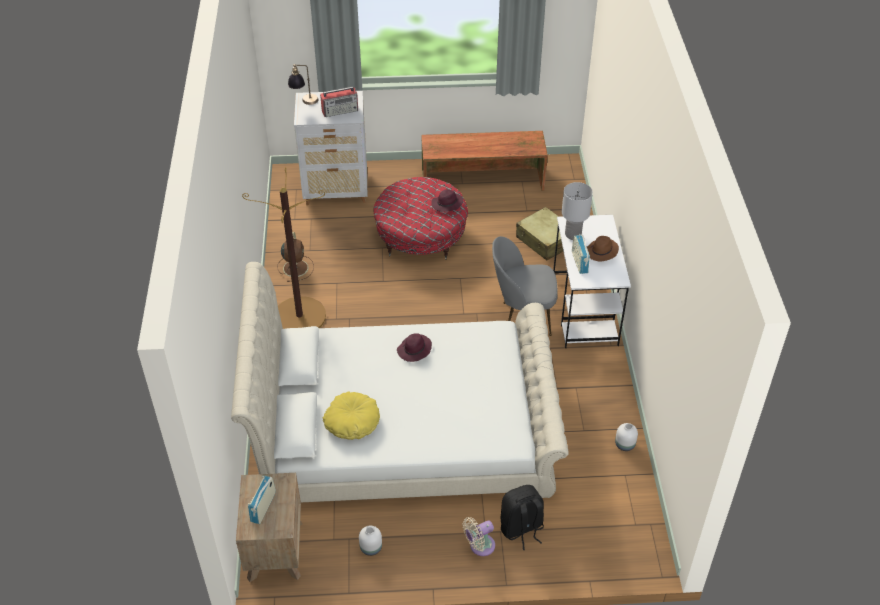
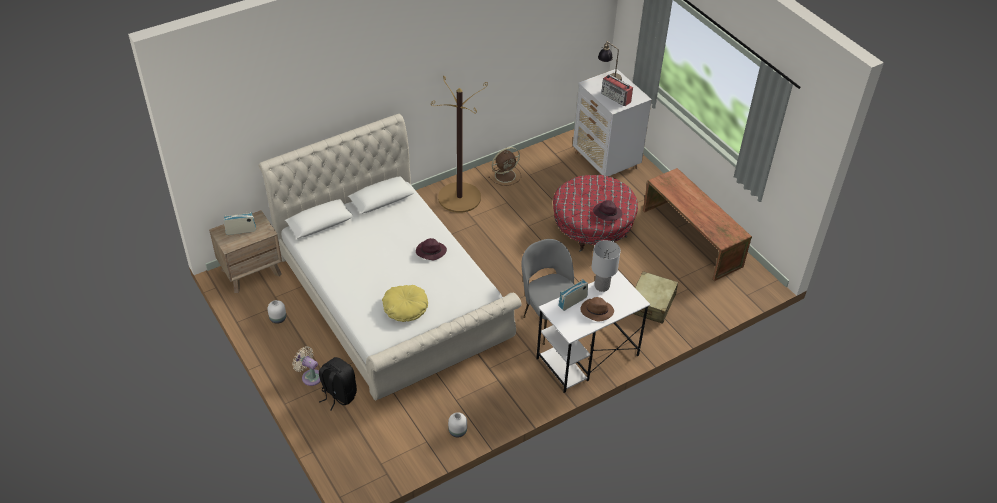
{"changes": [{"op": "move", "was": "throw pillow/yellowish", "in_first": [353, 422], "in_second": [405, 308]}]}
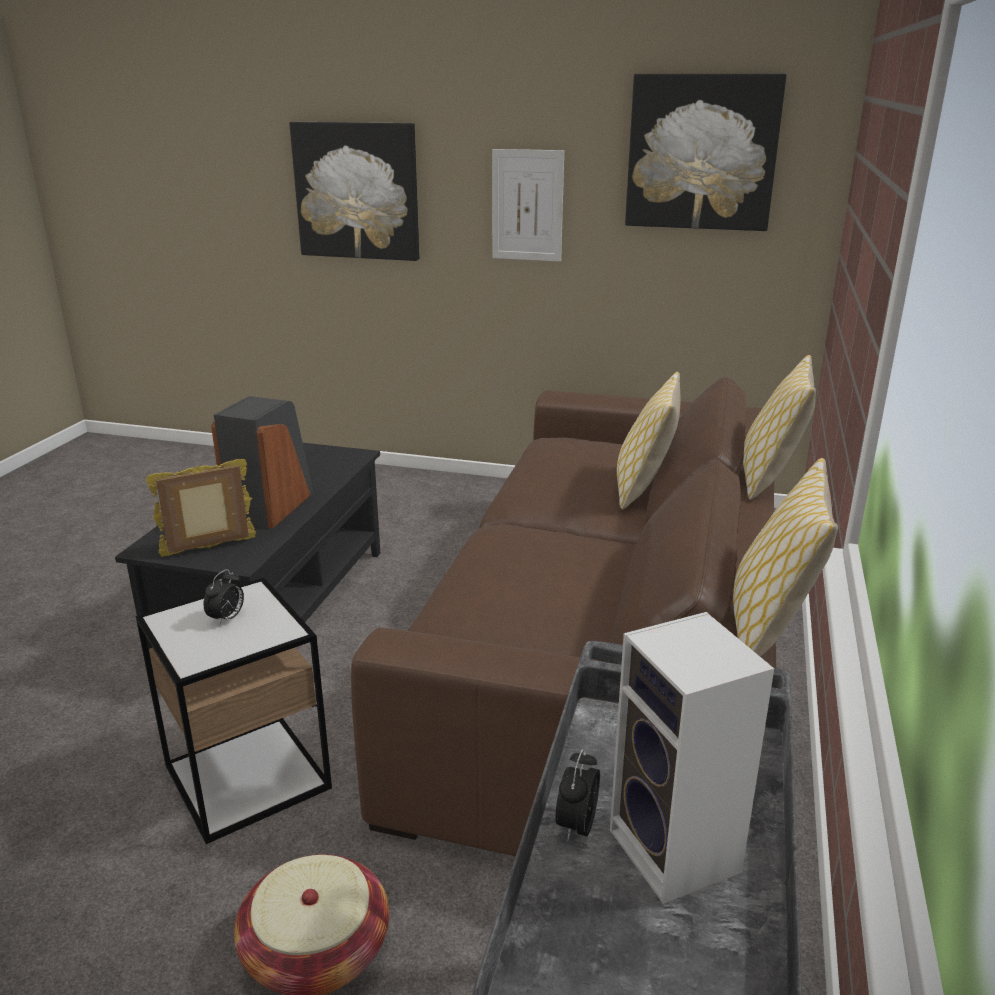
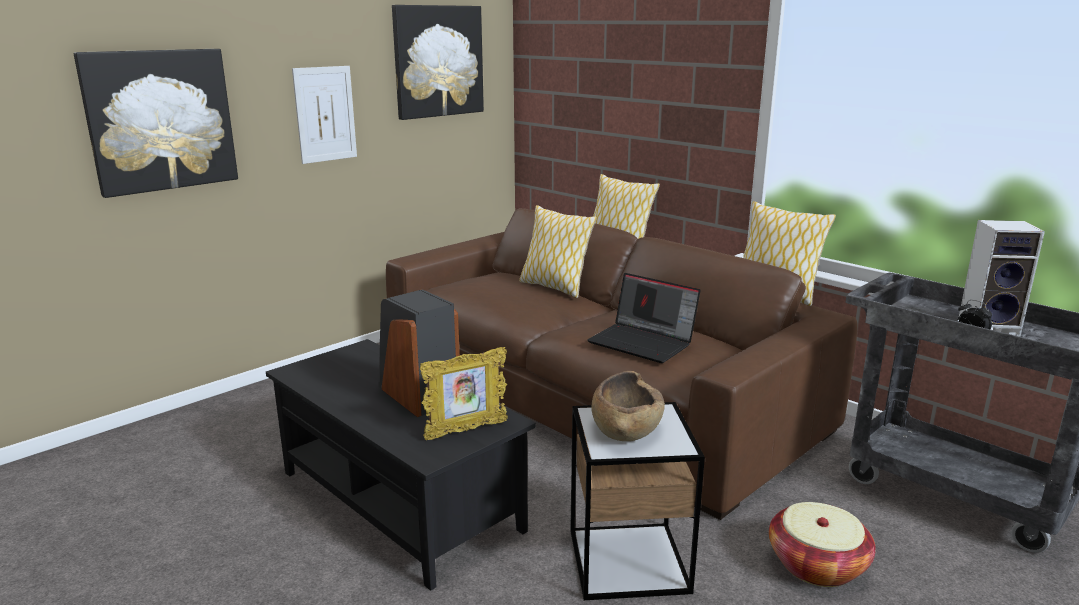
{"changes": [{"op": "insert", "now": "portable computer", "in_second": [643, 342]}, {"op": "replace", "was": "alarm clock", "now": "serving bowl/brown", "in_first": [227, 618], "in_second": [626, 427]}, {"op": "rotate", "was": "photo frame", "in_first": [209, 548], "in_second": [466, 430], "clockwise": -120}]}
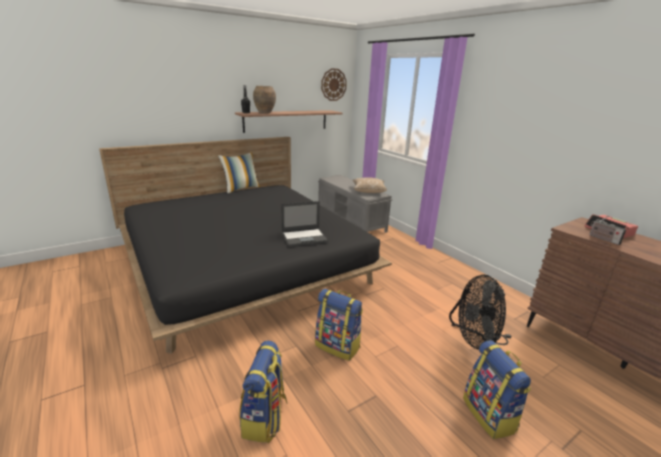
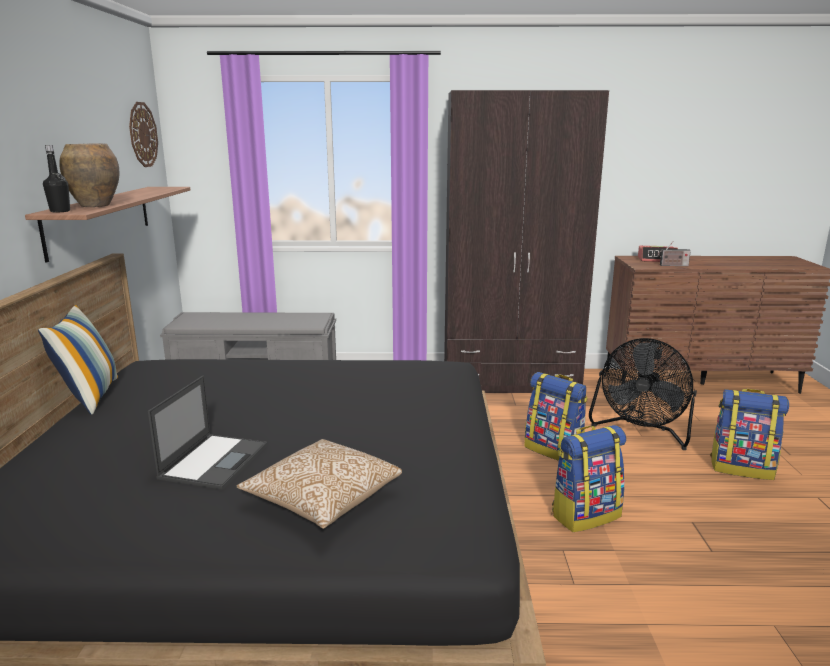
{"changes": [{"op": "insert", "now": "clothes cupboard/brown", "in_second": [510, 381]}, {"op": "move", "was": "backpack", "in_first": [265, 418], "in_second": [554, 450]}, {"op": "move", "was": "portable computer", "in_first": [304, 237], "in_second": [215, 461]}, {"op": "move", "was": "throw pillow", "in_first": [368, 191], "in_second": [323, 499]}]}
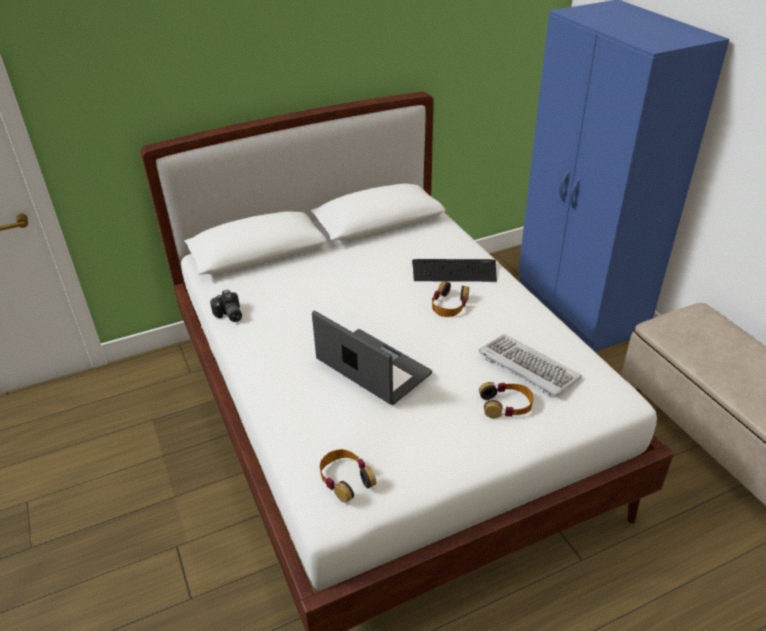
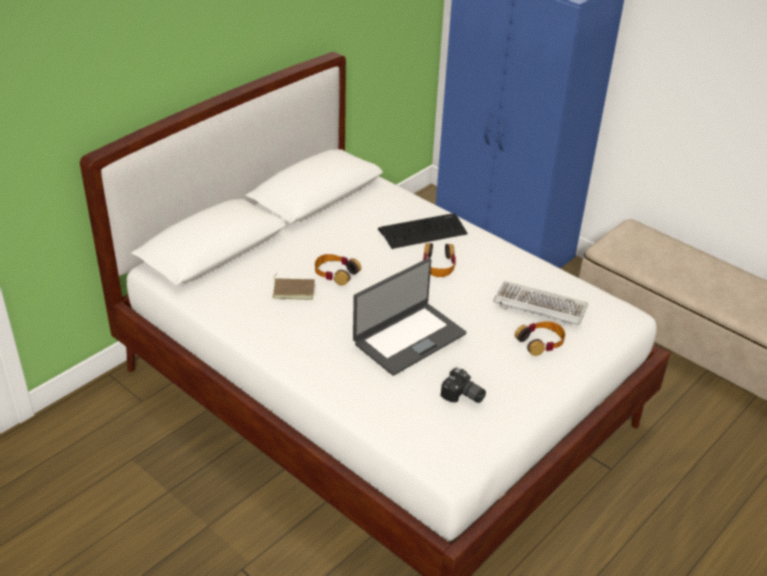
{"changes": [{"op": "insert", "now": "book/brown", "in_second": [294, 290]}, {"op": "move", "was": "still camera", "in_first": [228, 315], "in_second": [462, 396]}, {"op": "move", "was": "pair of headphones", "in_first": [345, 479], "in_second": [335, 273]}, {"op": "rotate", "was": "portable computer", "in_first": [372, 368], "in_second": [408, 338], "clockwise": 120}]}
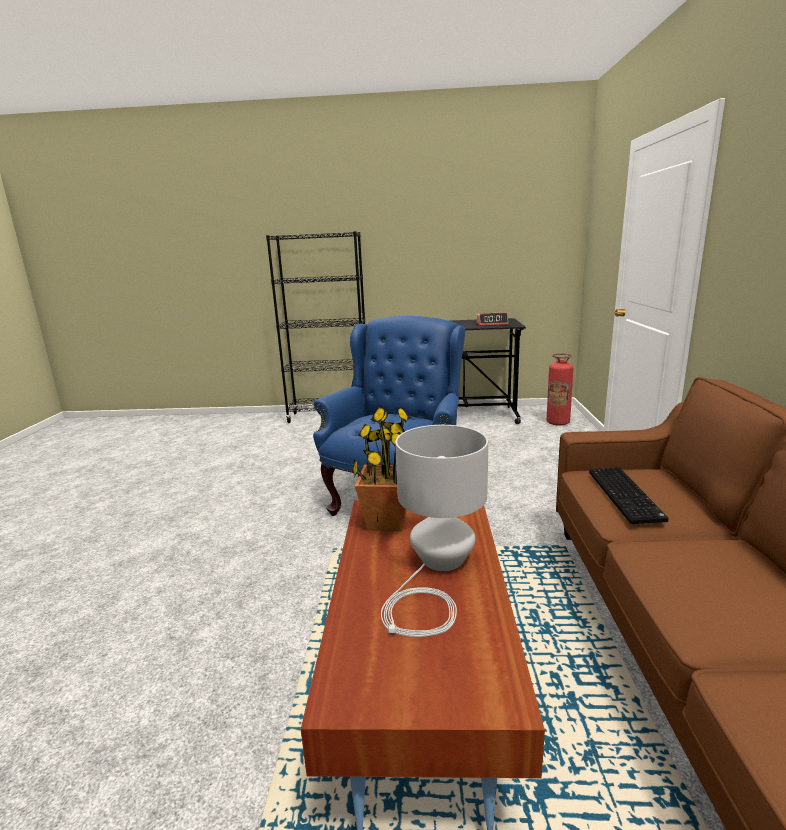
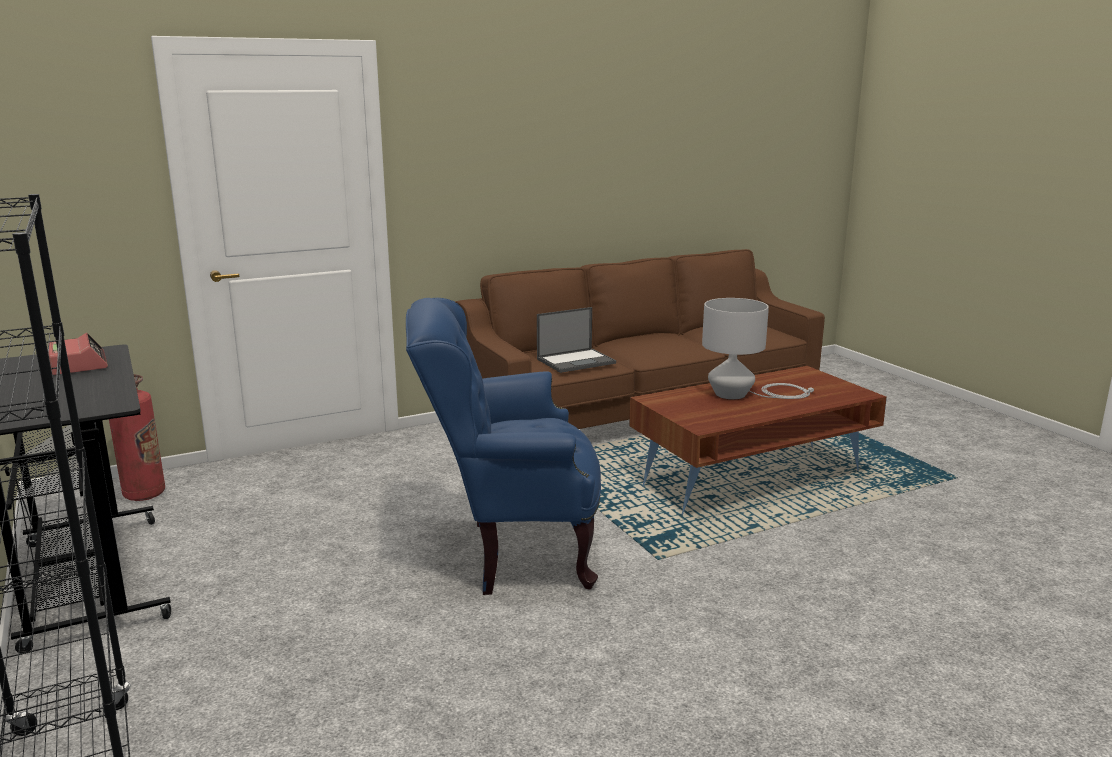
{"changes": [{"op": "delete", "was": "potted plant", "in_first": [386, 521]}, {"op": "replace", "was": "keyboard", "now": "portable computer", "in_first": [626, 496], "in_second": [576, 361]}]}
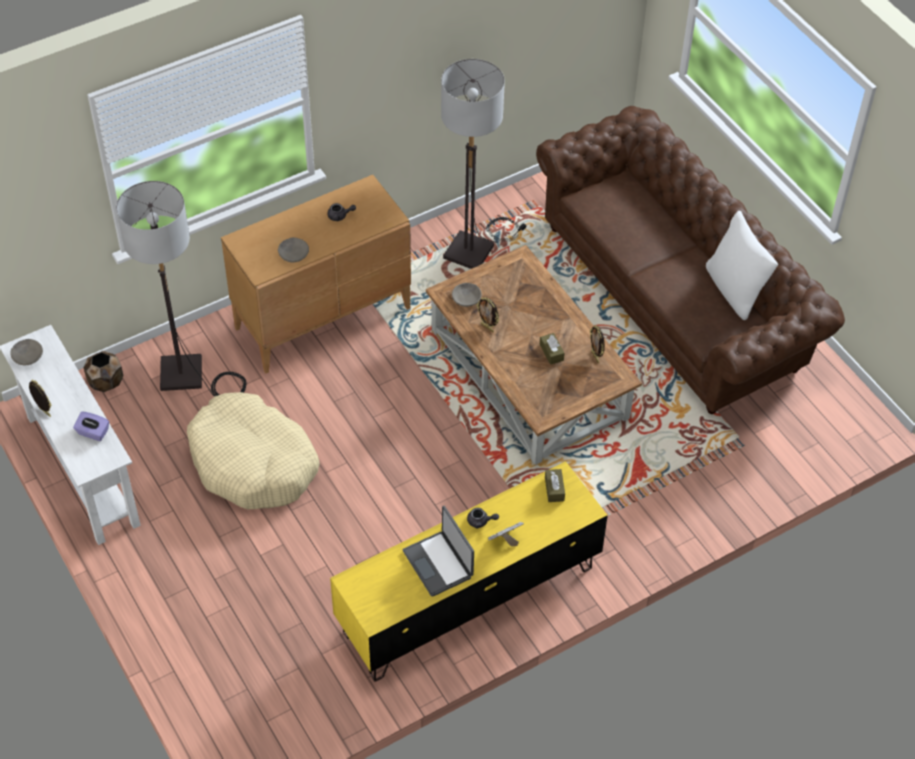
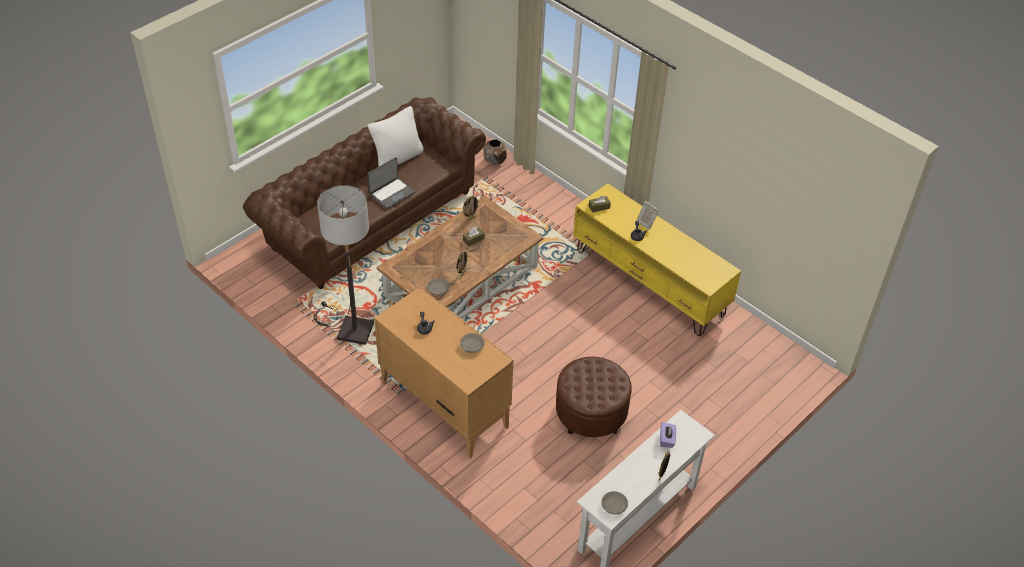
{"changes": [{"op": "delete", "was": "standard lamp", "in_first": [195, 378]}, {"op": "move", "was": "plant pot/brown", "in_first": [105, 383], "in_second": [495, 161]}, {"op": "move", "was": "portable computer", "in_first": [439, 564], "in_second": [391, 193]}, {"op": "replace", "was": "dog cushion/beige", "now": "footrest/brown", "in_first": [253, 462], "in_second": [591, 414]}]}
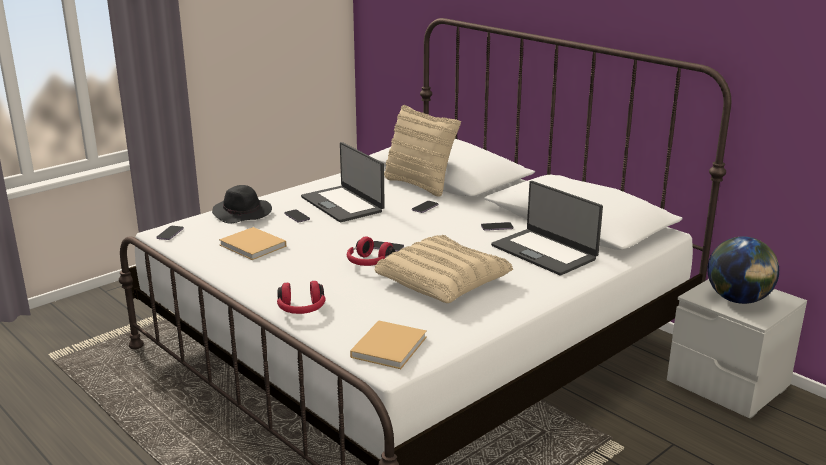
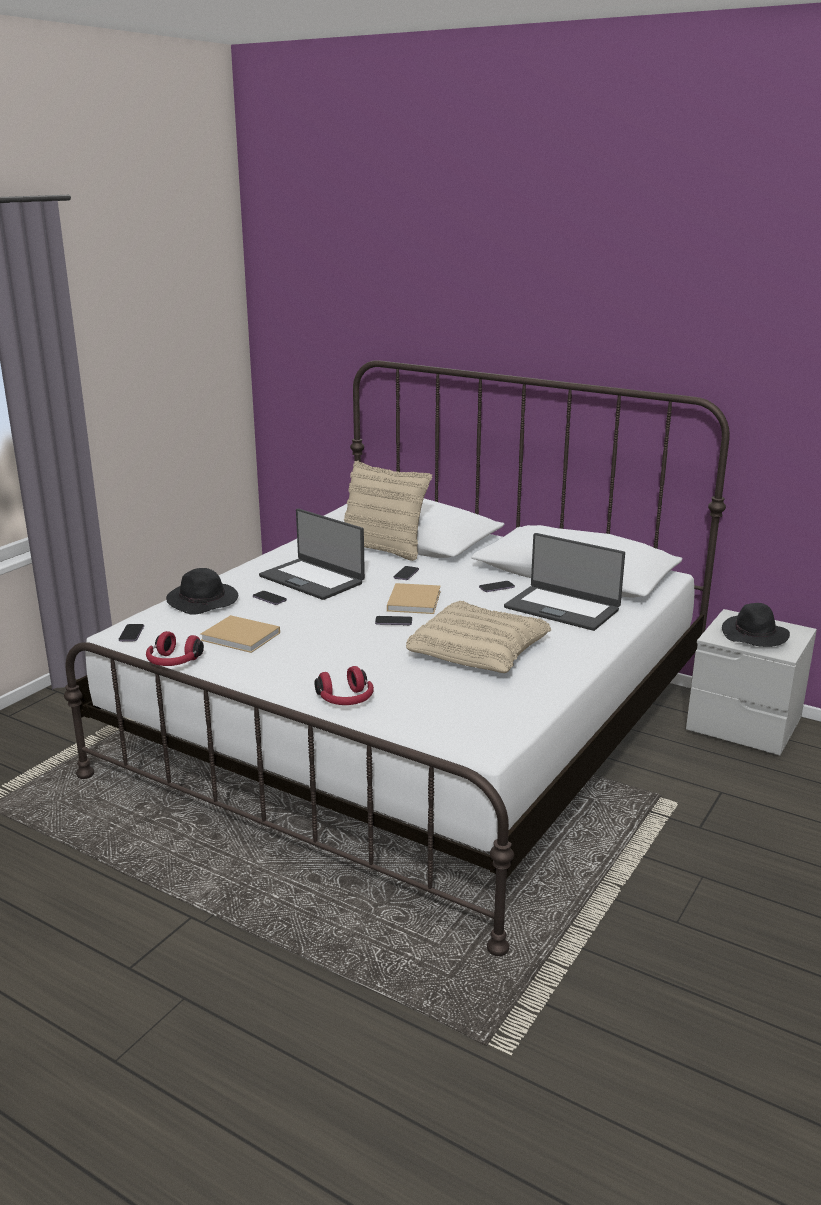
{"changes": [{"op": "move", "was": "pair of headphones/red", "in_first": [368, 263], "in_second": [173, 662]}, {"op": "move", "was": "book/beige", "in_first": [390, 346], "in_second": [414, 600]}, {"op": "replace", "was": "globe", "now": "hat/black-coloured", "in_first": [738, 299], "in_second": [755, 636]}]}
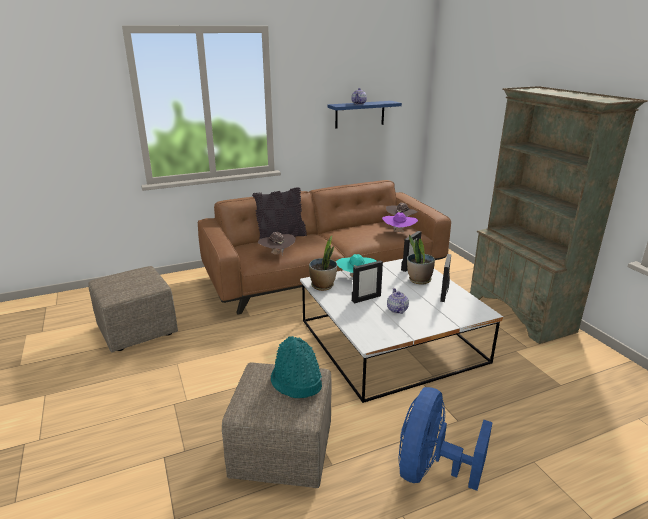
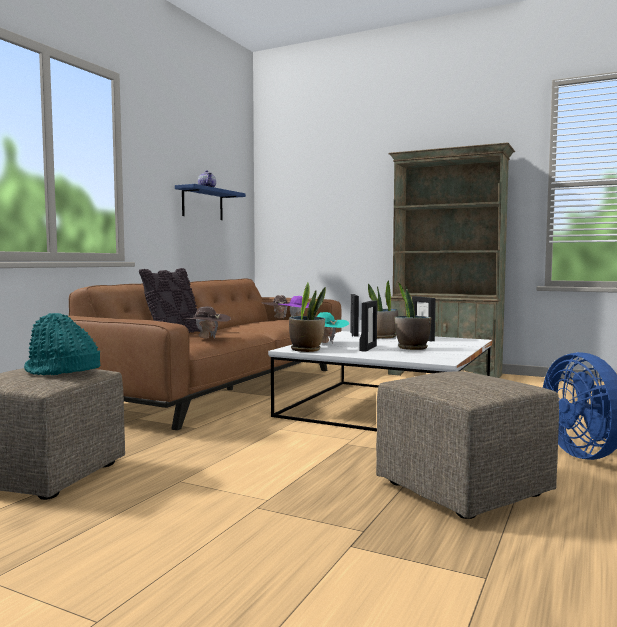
{"changes": [{"op": "move", "was": "hat/turquoise-coloured", "in_first": [296, 382], "in_second": [61, 371]}, {"op": "replace", "was": "tea pot", "now": "potted plant", "in_first": [397, 310], "in_second": [412, 348]}]}
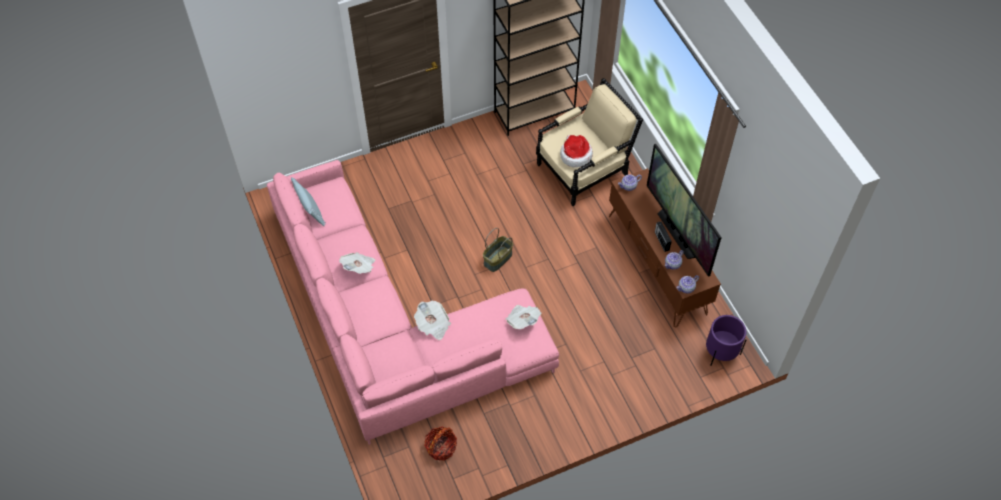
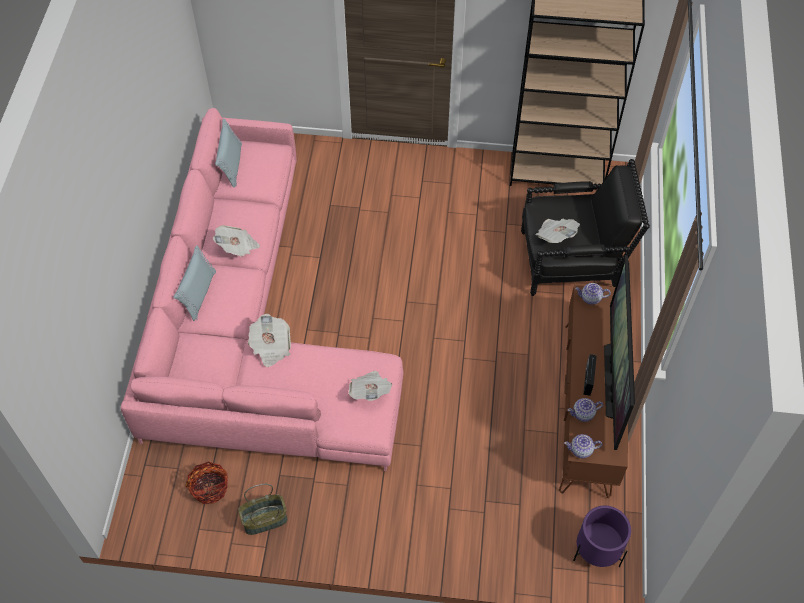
{"changes": [{"op": "insert", "now": "throw pillow/bluish", "in_second": [198, 294]}, {"op": "move", "was": "household basket", "in_first": [498, 259], "in_second": [264, 520]}, {"op": "replace", "was": "hat", "now": "daily paper", "in_first": [575, 155], "in_second": [556, 236]}, {"op": "recolor", "was": "lounge chair/beige", "now": "lounge chair/black-coloured", "in_first": [585, 169], "in_second": [573, 261]}]}
